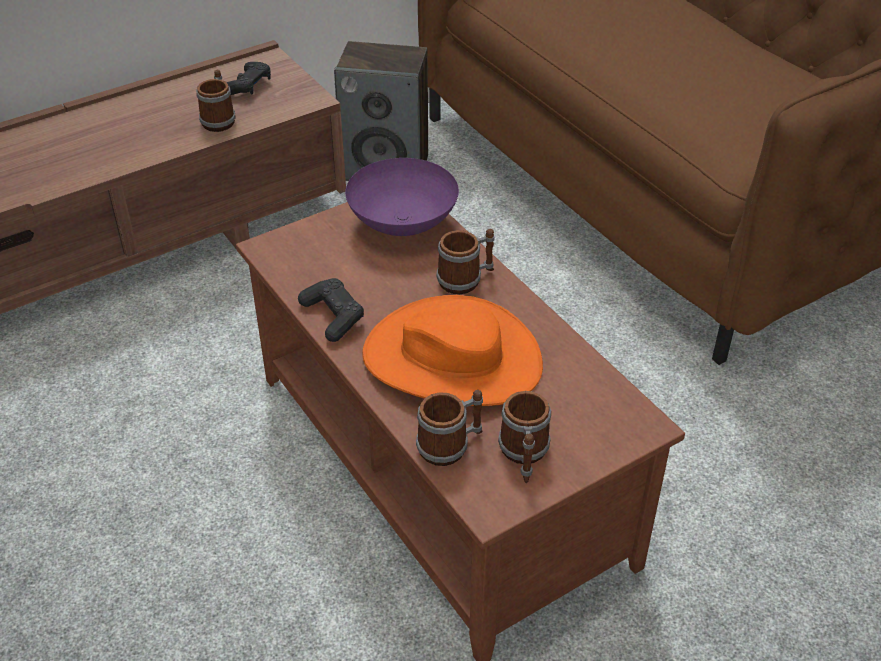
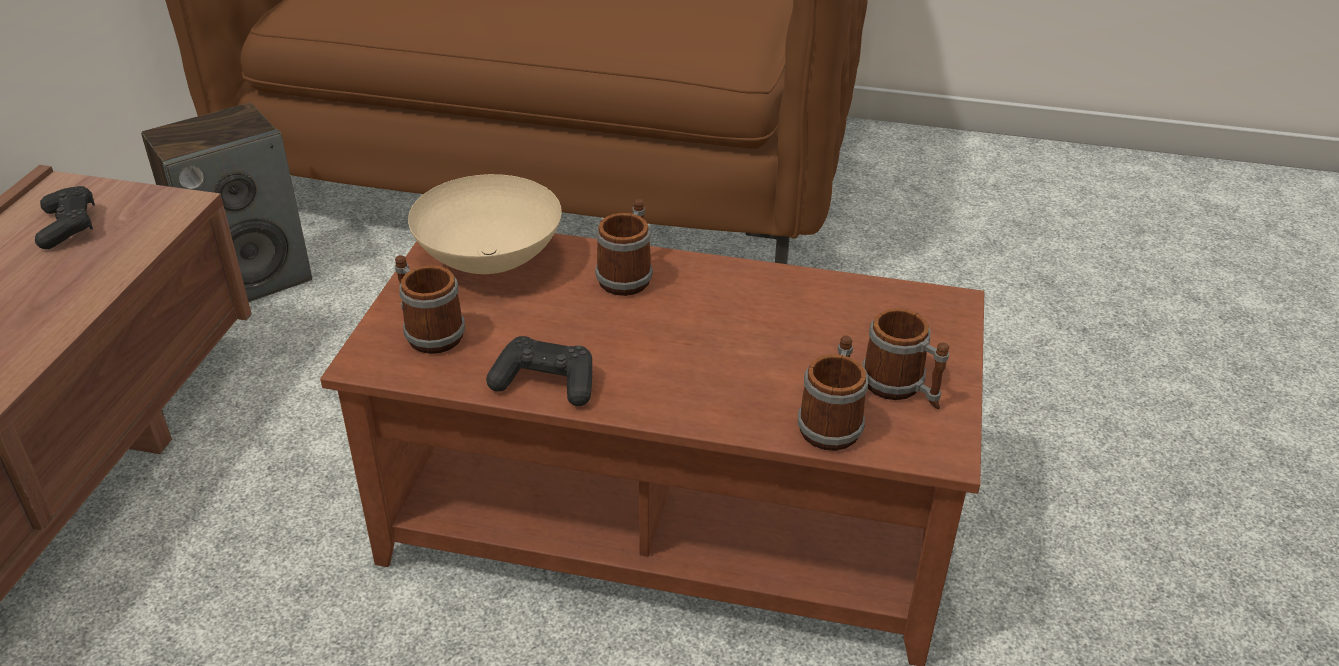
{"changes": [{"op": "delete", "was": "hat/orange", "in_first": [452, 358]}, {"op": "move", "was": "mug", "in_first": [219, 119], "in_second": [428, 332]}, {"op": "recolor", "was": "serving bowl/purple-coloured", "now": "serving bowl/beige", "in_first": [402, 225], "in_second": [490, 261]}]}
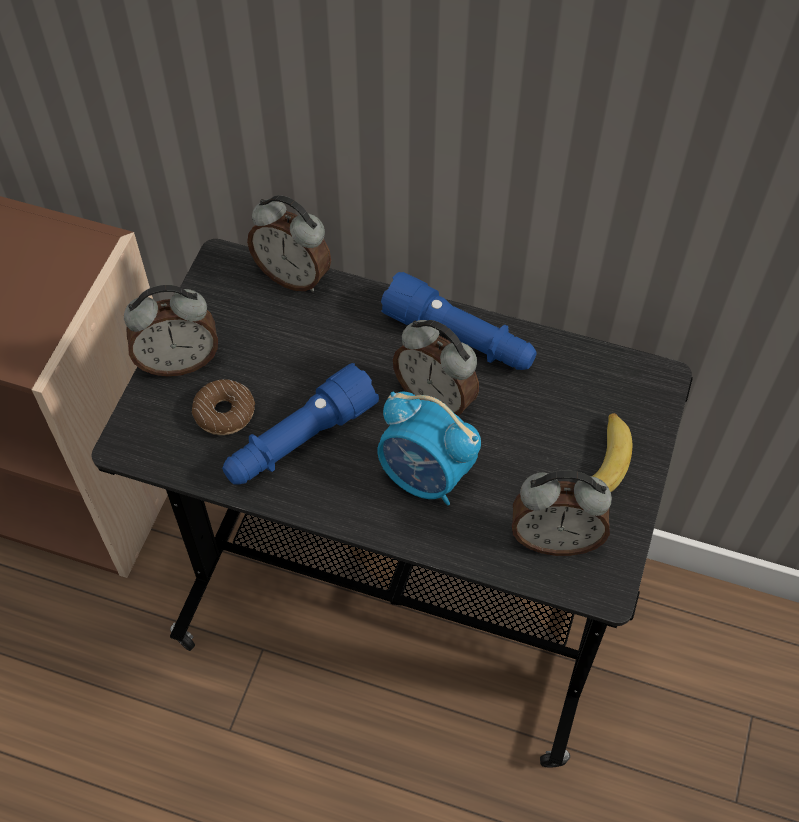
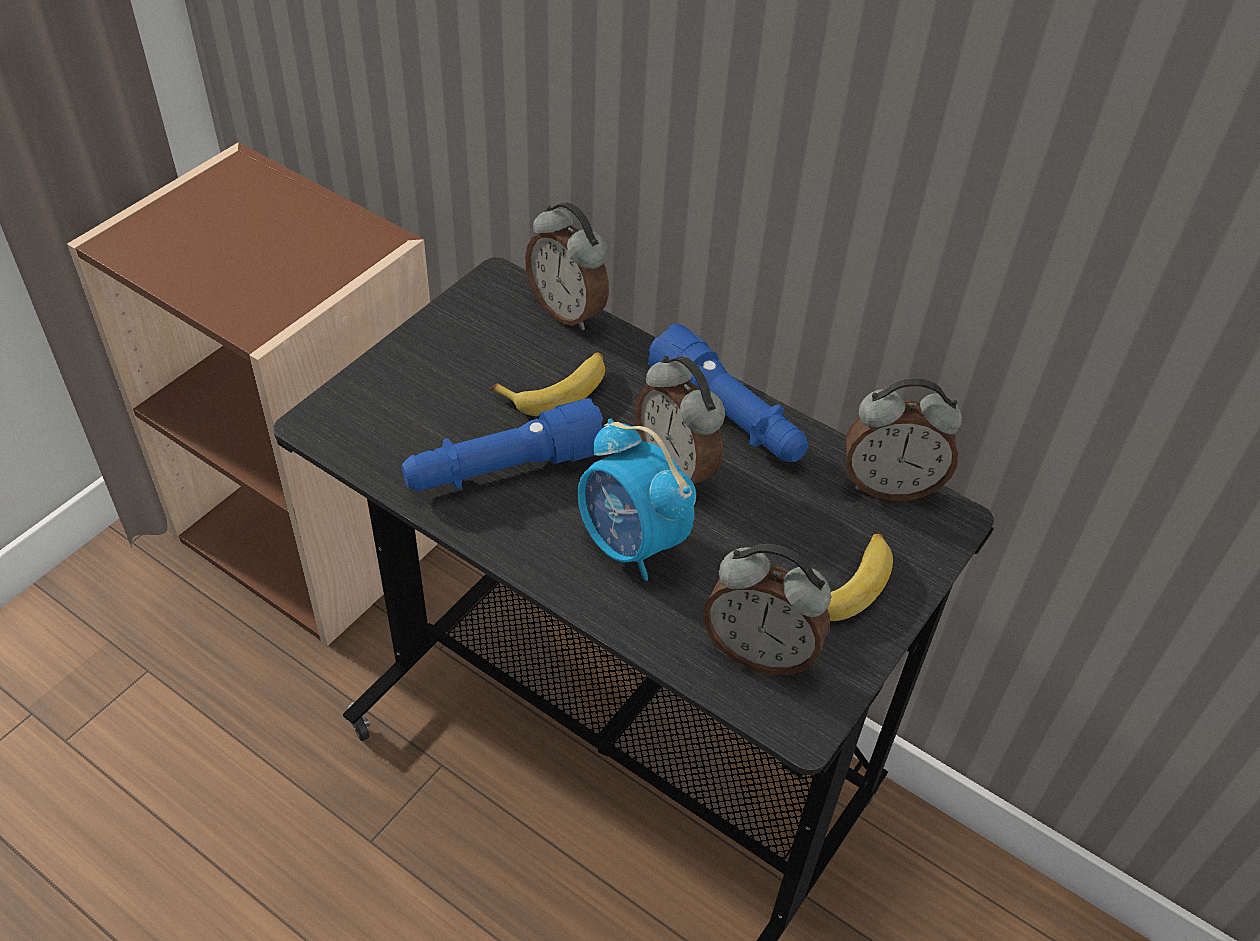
{"changes": [{"op": "delete", "was": "doughnut", "in_first": [224, 413]}, {"op": "insert", "now": "banana fruit", "in_second": [557, 390]}, {"op": "move", "was": "alarm clock", "in_first": [178, 361], "in_second": [890, 485]}]}
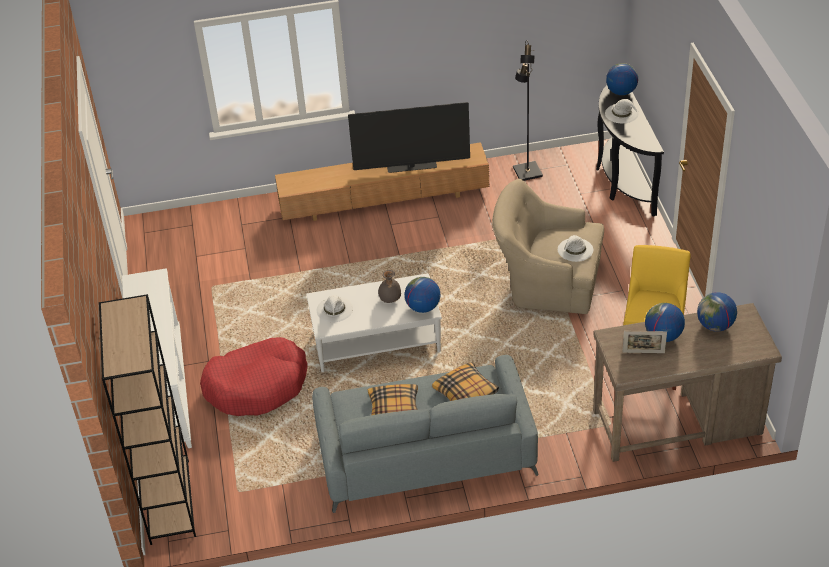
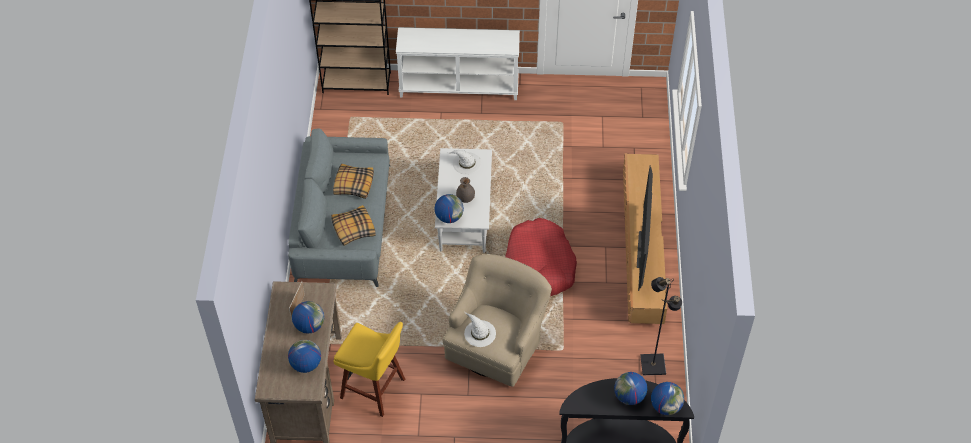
{"changes": [{"op": "move", "was": "dog cushion/red", "in_first": [257, 386], "in_second": [540, 265]}, {"op": "replace", "was": "hat/white-coloured", "now": "globe", "in_first": [622, 113], "in_second": [629, 396]}]}
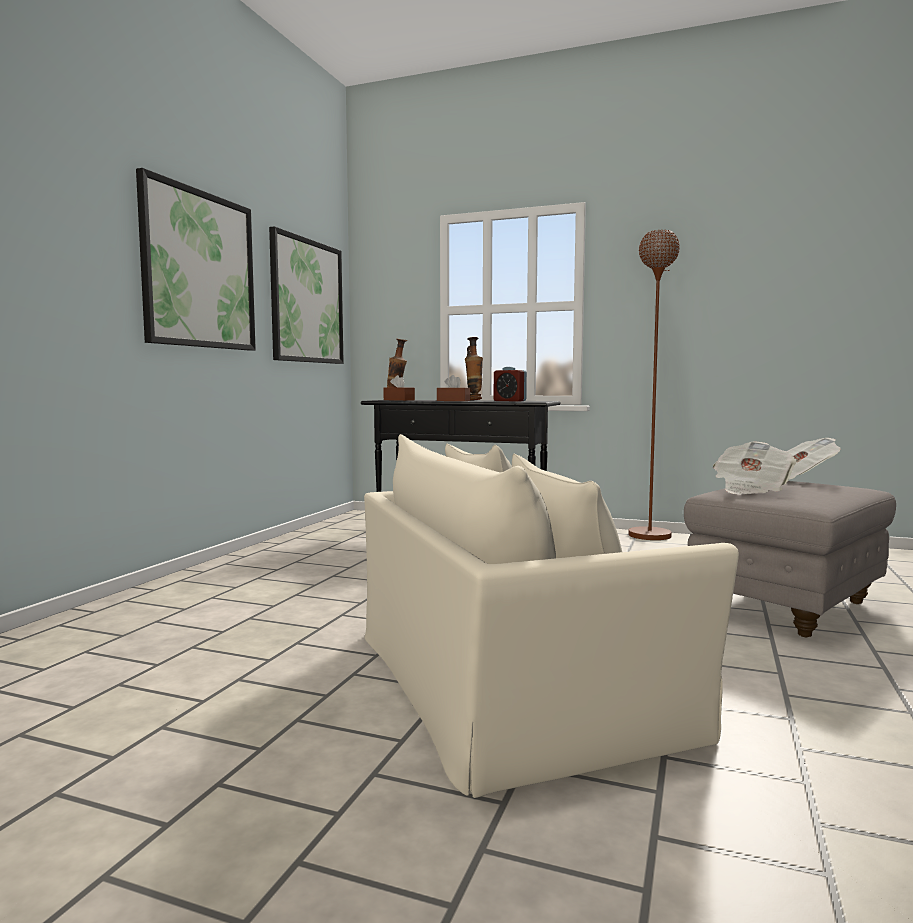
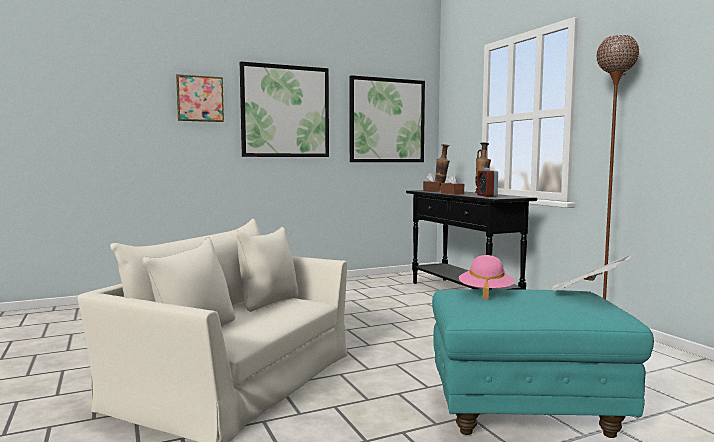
{"changes": [{"op": "insert", "now": "wall picture", "in_second": [200, 99]}, {"op": "replace", "was": "daily paper", "now": "hat/pinkish", "in_first": [751, 489], "in_second": [485, 293]}, {"op": "recolor", "was": "footrest/grey", "now": "footrest/turquoise-coloured", "in_first": [785, 607], "in_second": [526, 413]}]}
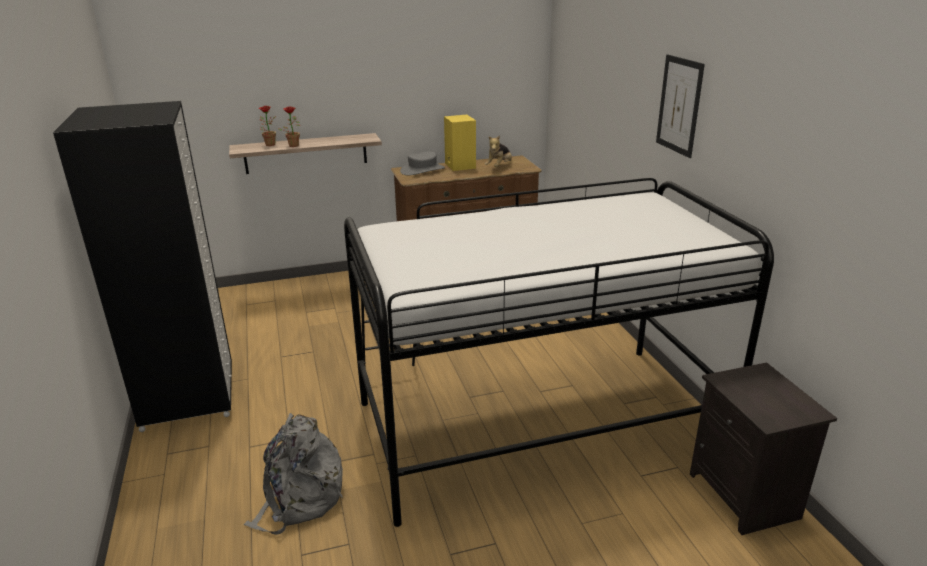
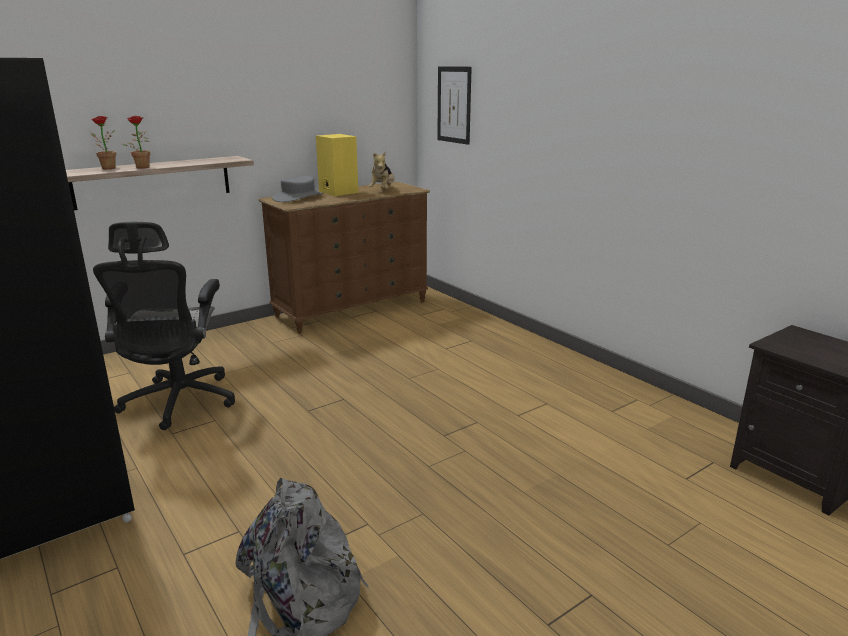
{"changes": [{"op": "delete", "was": "sleeping bed/black-coloured", "in_first": [532, 423]}, {"op": "insert", "now": "desk chair", "in_second": [178, 404]}, {"op": "move", "was": "wall picture", "in_first": [679, 105], "in_second": [454, 105]}]}
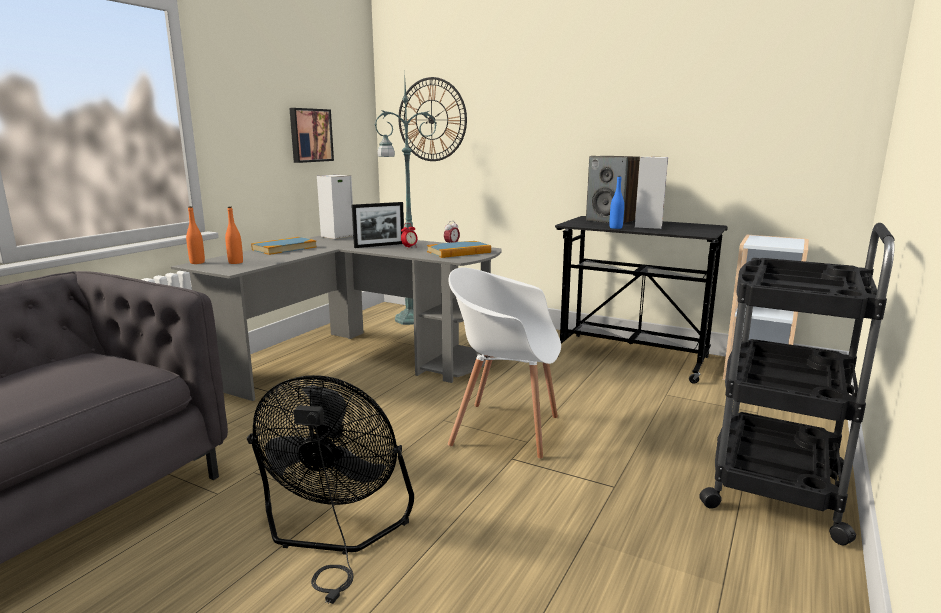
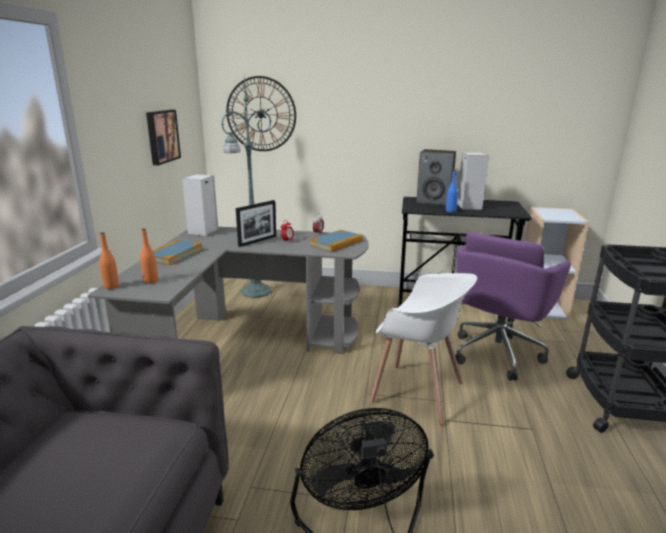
{"changes": [{"op": "insert", "now": "desk chair/purple-coloured", "in_second": [497, 352]}, {"op": "rotate", "was": "plain chair/white-coloured", "in_first": [503, 430], "in_second": [418, 393], "clockwise": -150}]}
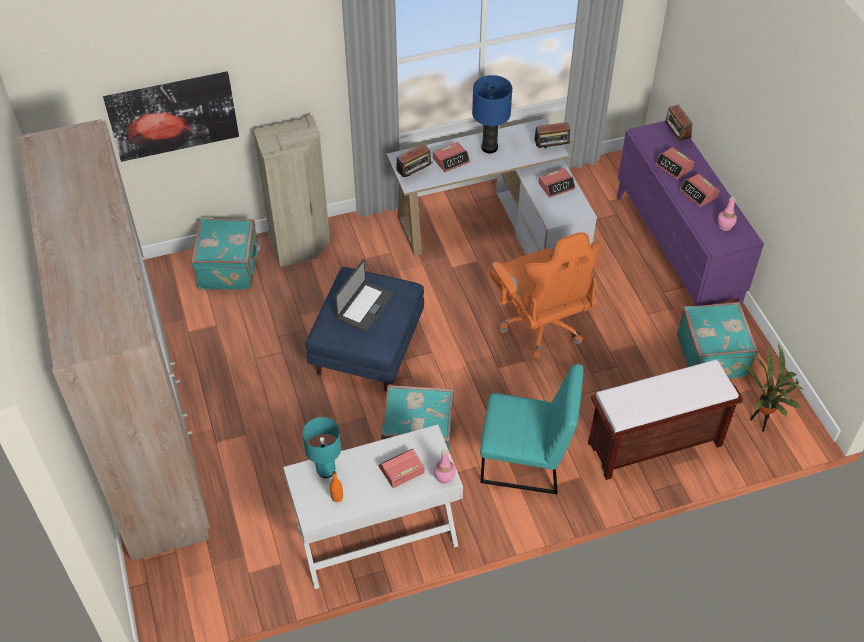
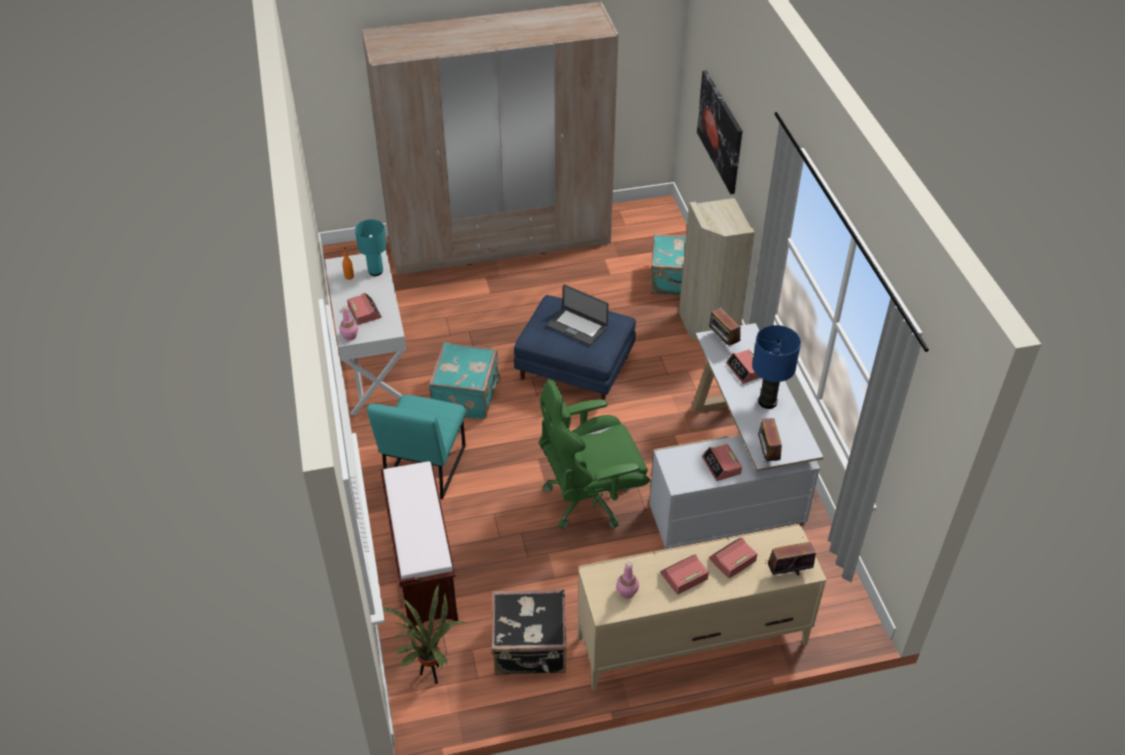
{"changes": [{"op": "recolor", "was": "desk chair/orange", "now": "desk chair/green-coloured", "in_first": [539, 323], "in_second": [592, 497]}, {"op": "recolor", "was": "chest of drawers/purple-coloured", "now": "chest of drawers/beige", "in_first": [676, 253], "in_second": [691, 642]}, {"op": "recolor", "was": "piece of luggage/turquoise-coloured", "now": "piece of luggage/black-coloured", "in_first": [713, 355], "in_second": [530, 648]}]}
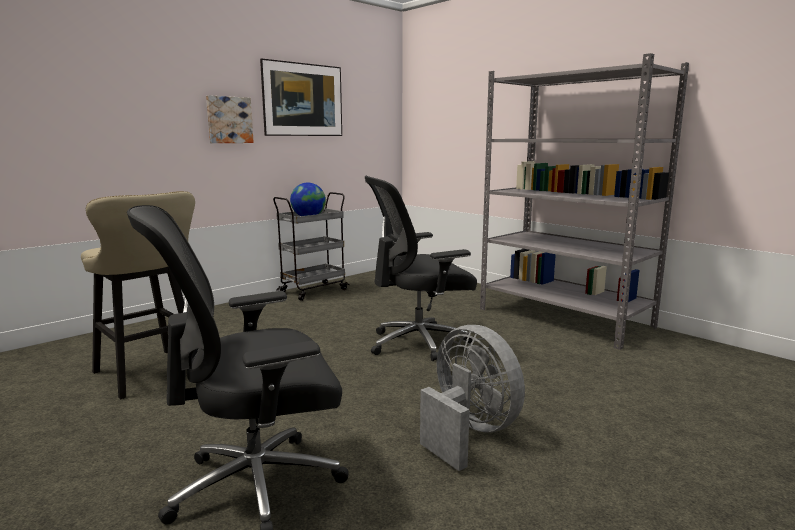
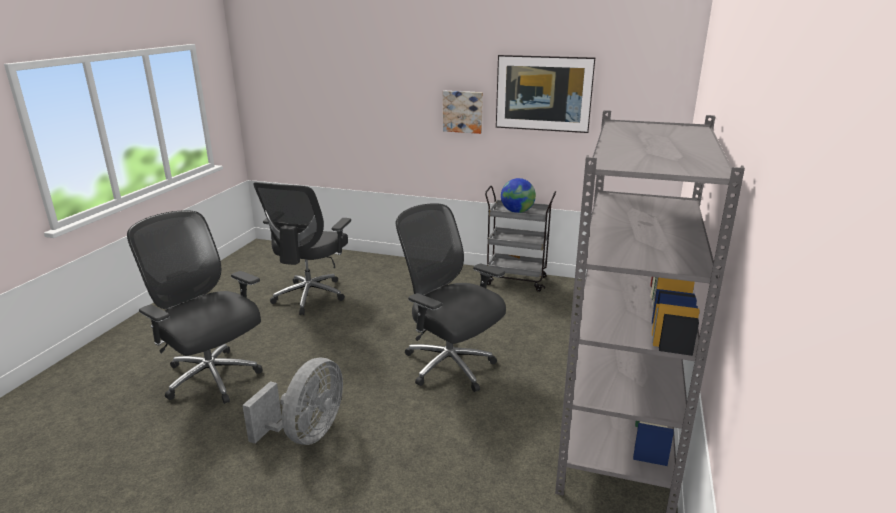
{"changes": [{"op": "replace", "was": "sitting stool/beige", "now": "desk chair", "in_first": [152, 376], "in_second": [310, 295]}]}
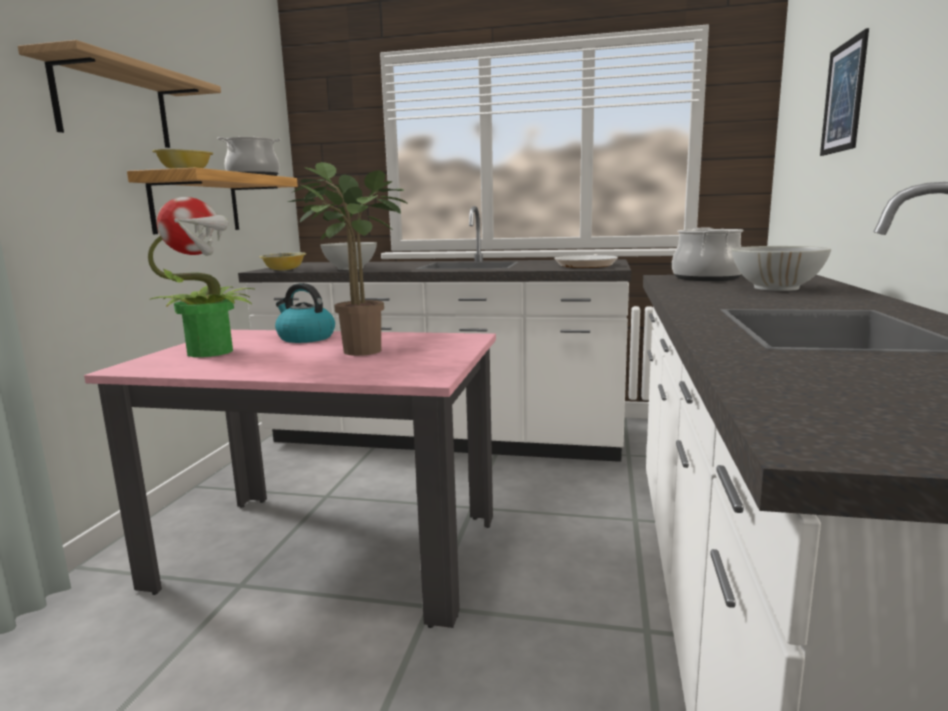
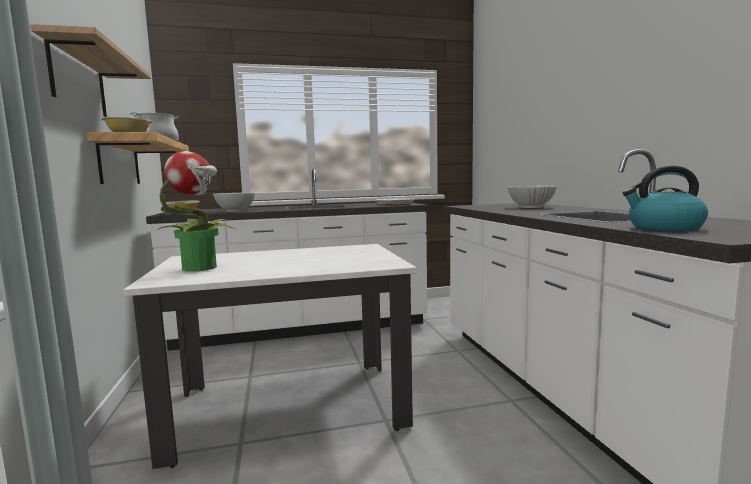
{"changes": [{"op": "delete", "was": "potted plant", "in_first": [355, 351]}, {"op": "delete", "was": "cooking pot", "in_first": [707, 278]}, {"op": "delete", "was": "wall picture", "in_first": [843, 97]}, {"op": "move", "was": "tea kettle", "in_first": [305, 338], "in_second": [663, 228]}, {"op": "recolor", "was": "kitchen table/pinkish", "now": "kitchen table/white-coloured", "in_first": [330, 552], "in_second": [289, 407]}]}
